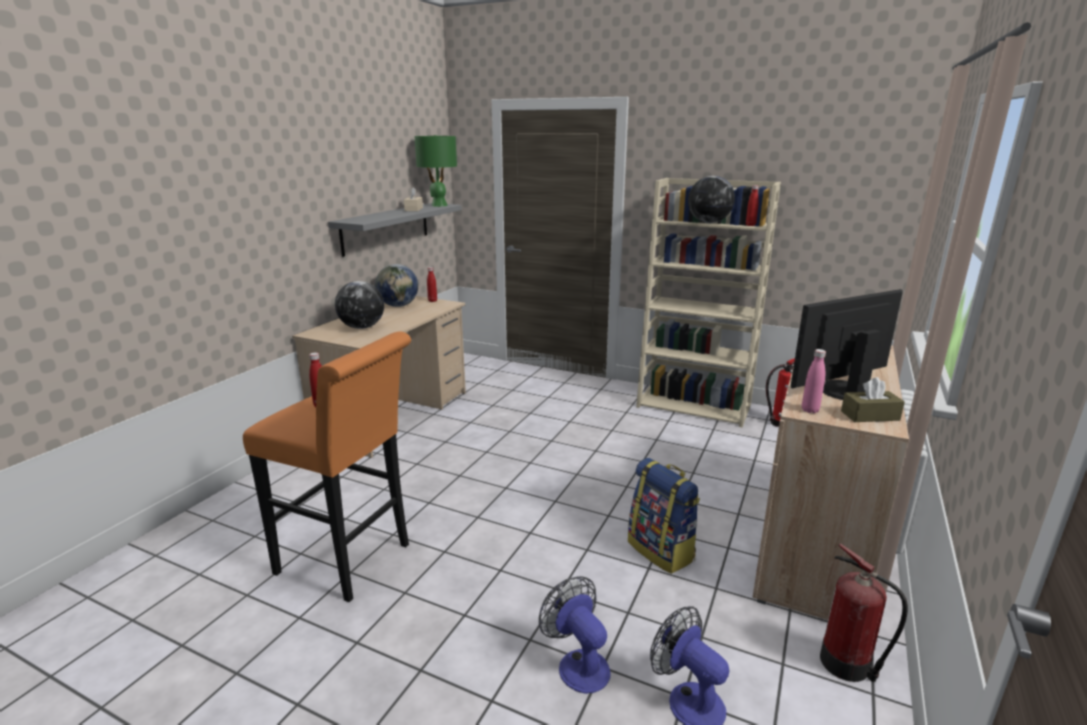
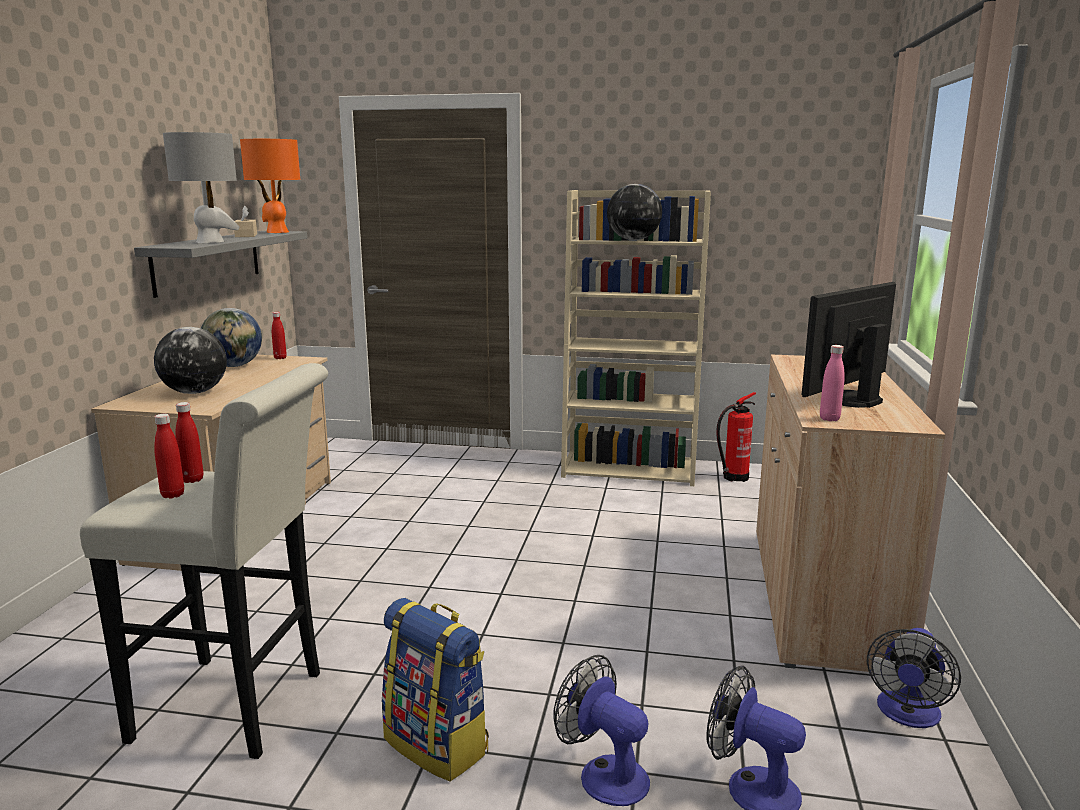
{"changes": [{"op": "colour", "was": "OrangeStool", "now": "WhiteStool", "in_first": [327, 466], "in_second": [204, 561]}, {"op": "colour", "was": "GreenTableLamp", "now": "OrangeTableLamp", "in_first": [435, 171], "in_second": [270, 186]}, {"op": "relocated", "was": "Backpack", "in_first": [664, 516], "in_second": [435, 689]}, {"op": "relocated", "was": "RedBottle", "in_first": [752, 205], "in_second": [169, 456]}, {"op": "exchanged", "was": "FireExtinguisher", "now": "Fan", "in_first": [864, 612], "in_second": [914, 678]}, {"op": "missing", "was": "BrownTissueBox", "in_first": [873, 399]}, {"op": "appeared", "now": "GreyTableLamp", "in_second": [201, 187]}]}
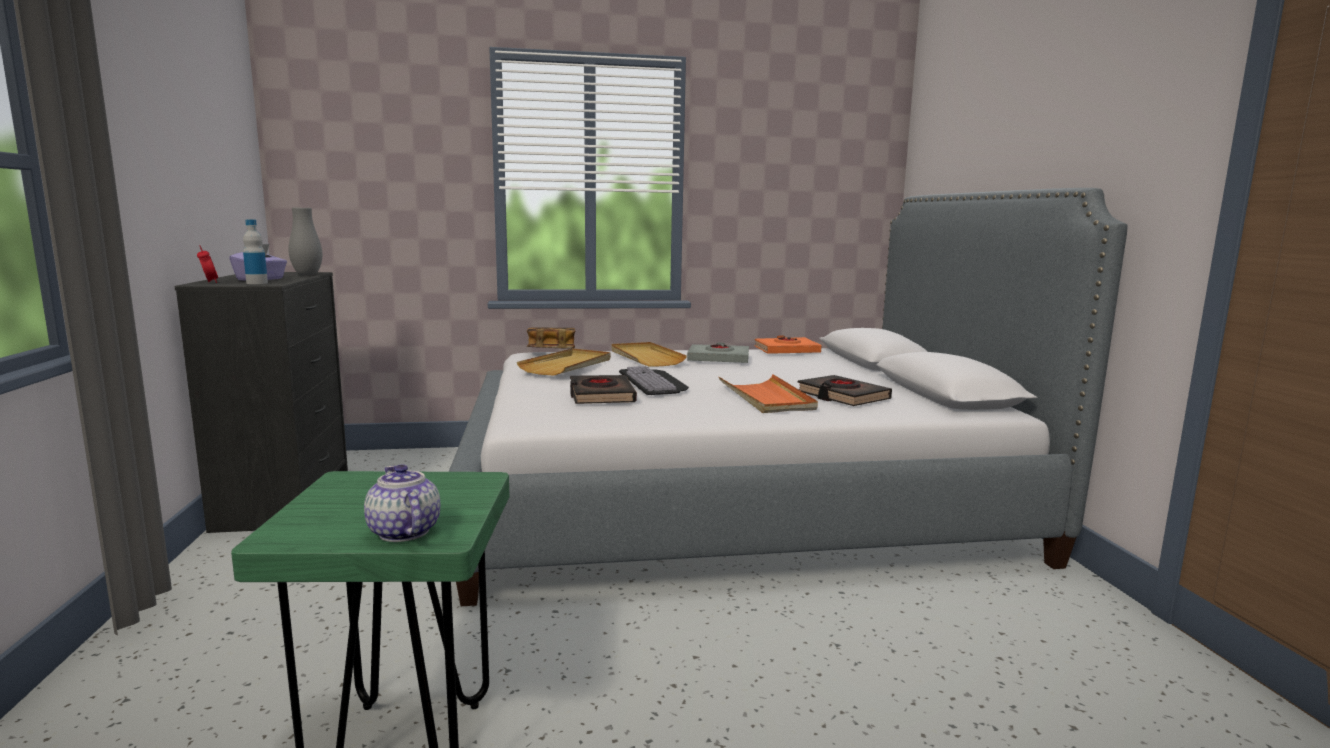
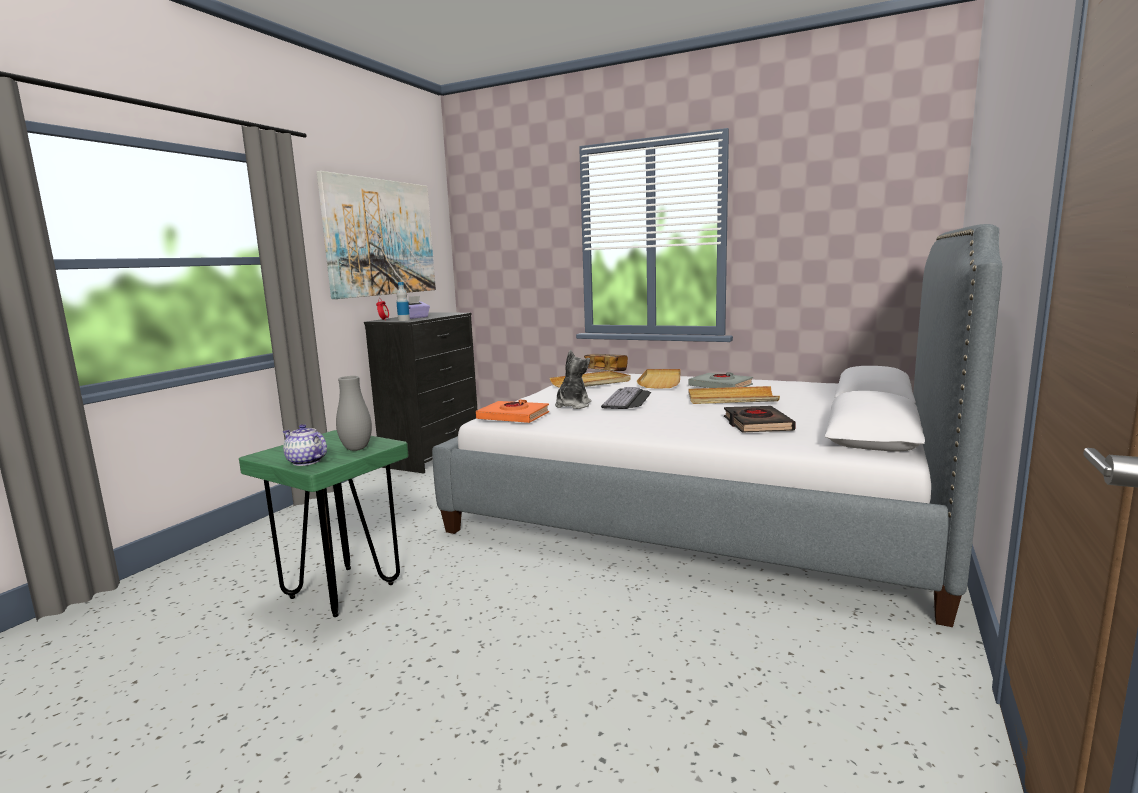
{"changes": [{"op": "relocated", "was": "GreyVase", "in_first": [305, 241], "in_second": [354, 413]}, {"op": "spun", "was": "Teapot", "in_first": [402, 503], "in_second": [305, 445], "clockwise": -60}, {"op": "exchanged", "was": "BlackBook", "now": "PlushToy", "in_first": [603, 389], "in_second": [573, 379]}, {"op": "missing", "was": "OrangeTray", "in_first": [768, 393]}, {"op": "relocated", "was": "OrangeBook", "in_first": [788, 345], "in_second": [512, 411]}, {"op": "appeared", "now": "Picture", "in_second": [376, 235]}, {"op": "appeared", "now": "BeigeTray", "in_second": [734, 395]}]}
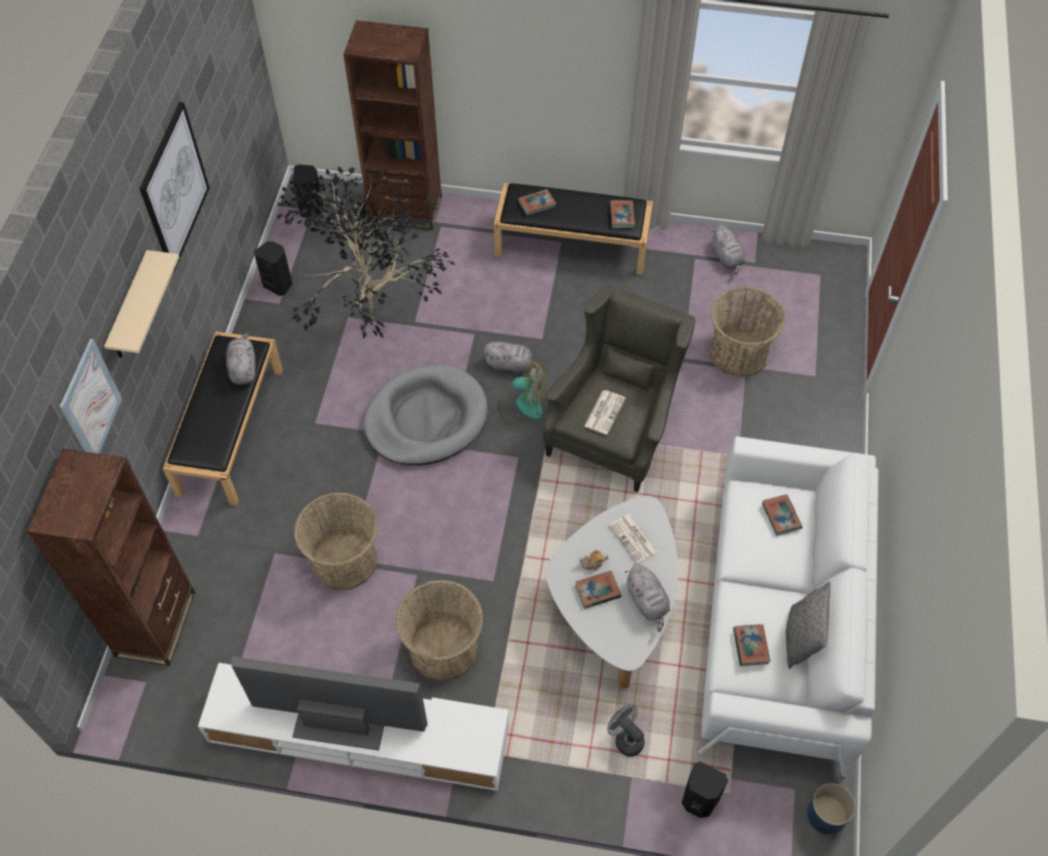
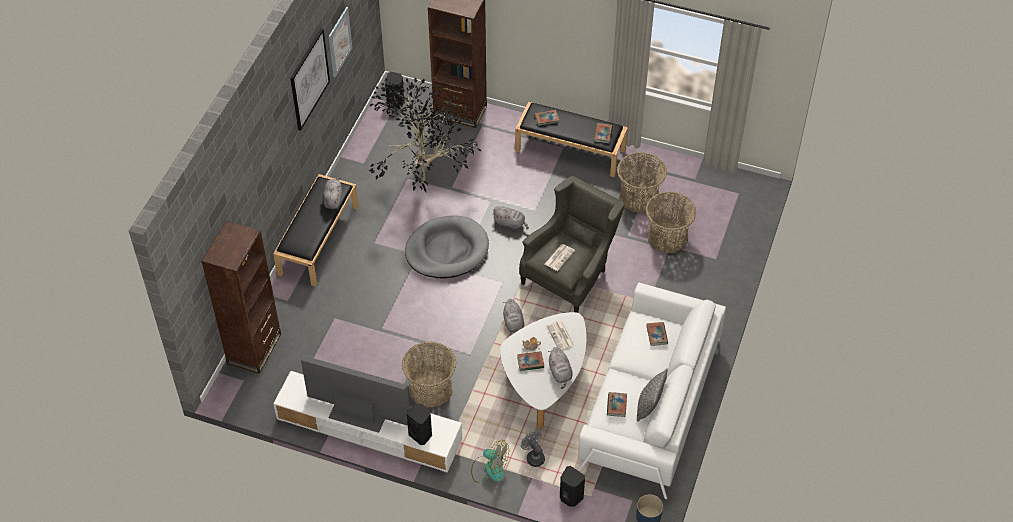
{"changes": [{"op": "relocated", "was": "Picture", "in_first": [91, 396], "in_second": [340, 42]}, {"op": "missing", "was": "BeigeShelf", "in_first": [141, 304]}, {"op": "relocated", "was": "BlackSpeaker", "in_first": [273, 268], "in_second": [419, 424]}, {"op": "relocated", "was": "Basket", "in_first": [336, 541], "in_second": [642, 182]}, {"op": "relocated", "was": "Fan", "in_first": [522, 393], "in_second": [490, 461]}, {"op": "relocated", "was": "GreyPlushToy", "in_first": [728, 250], "in_second": [513, 316]}]}
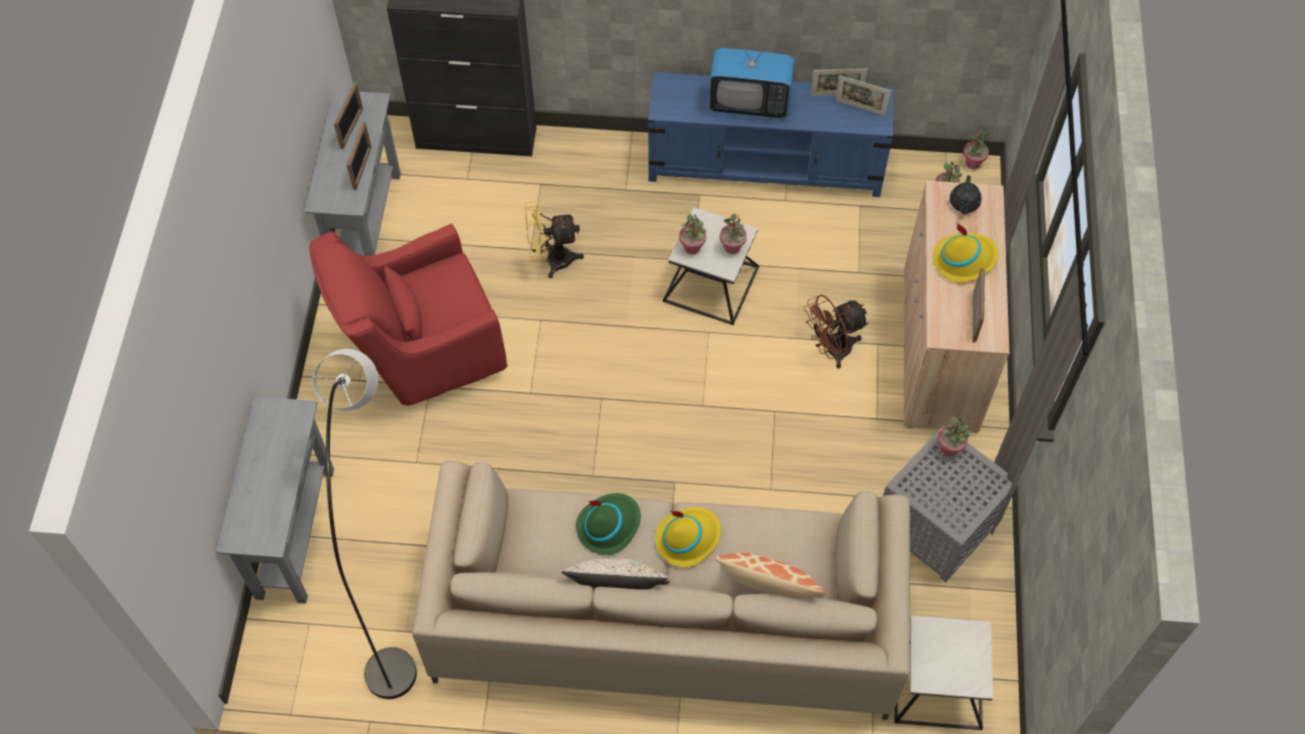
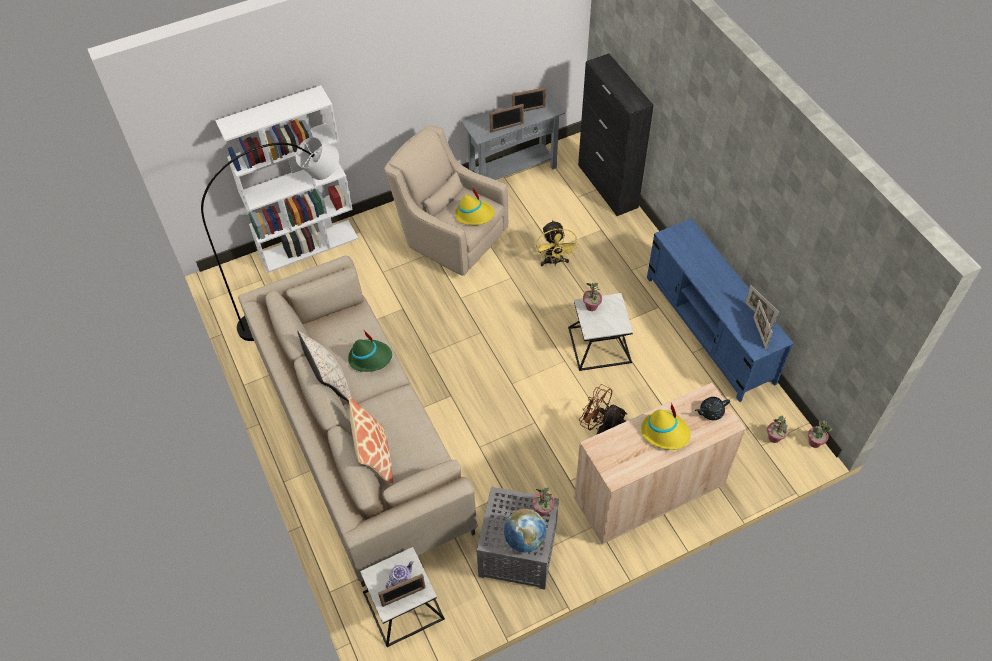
{"changes": [{"op": "exchanged", "was": "GreyConsoleTable", "now": "WhiteBookcase", "in_first": [275, 500], "in_second": [286, 179]}, {"op": "colour", "was": "RedArmchair", "now": "BeigeArmchair", "in_first": [408, 315], "in_second": [446, 200]}, {"op": "spun", "was": "YellowFan", "in_first": [554, 239], "in_second": [557, 243], "clockwise": -150}, {"op": "relocated", "was": "YellowHat", "in_first": [688, 537], "in_second": [474, 205]}, {"op": "missing", "was": "Television", "in_first": [751, 76]}, {"op": "missing", "was": "PottedPlant", "in_first": [733, 233]}, {"op": "relocated", "was": "PictureFrame", "in_first": [979, 305], "in_second": [402, 590]}, {"op": "appeared", "now": "Teapot", "in_second": [399, 575]}, {"op": "appeared", "now": "Globe", "in_second": [525, 531]}]}
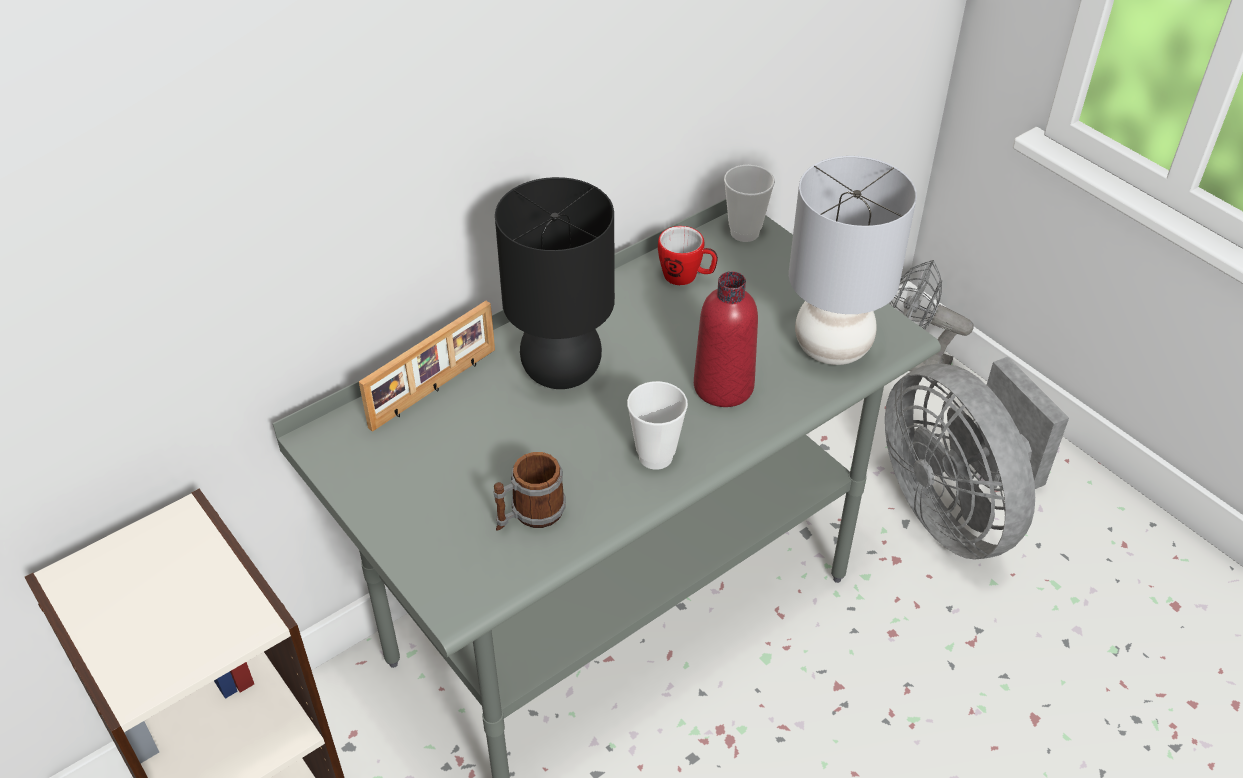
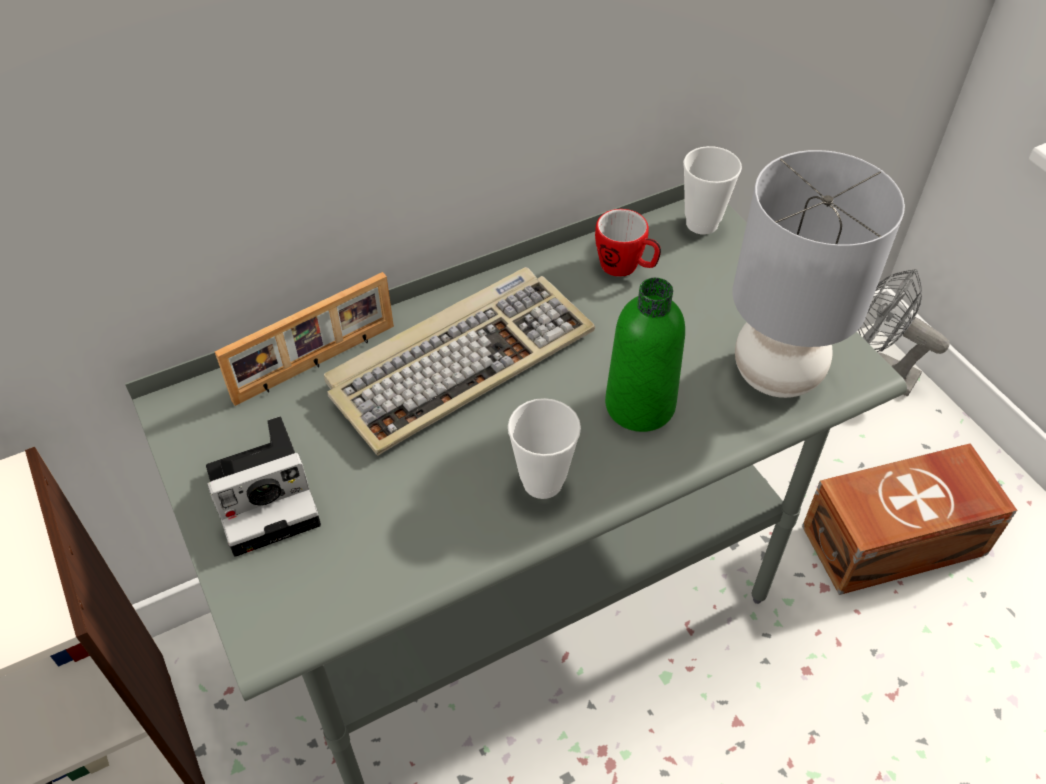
{"changes": [{"op": "missing", "was": "Mug", "in_first": [529, 491]}, {"op": "exchanged", "was": "BlackTableLamp", "now": "Keyboard", "in_first": [555, 283], "in_second": [459, 361]}, {"op": "colour", "was": "RedBottle", "now": "GreenBottle", "in_first": [726, 339], "in_second": [645, 355]}, {"op": "exchanged", "was": "GreyFan", "now": "BrownStorageBox", "in_first": [977, 458], "in_second": [909, 519]}, {"op": "appeared", "now": "PhotoCamera", "in_second": [263, 486]}]}
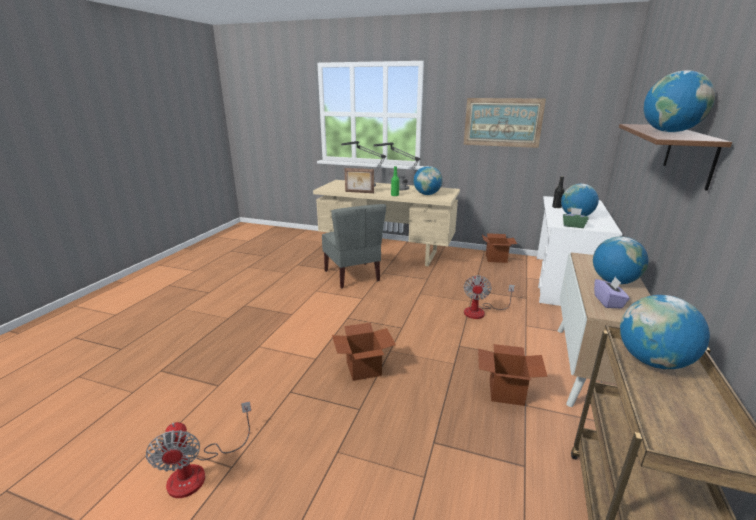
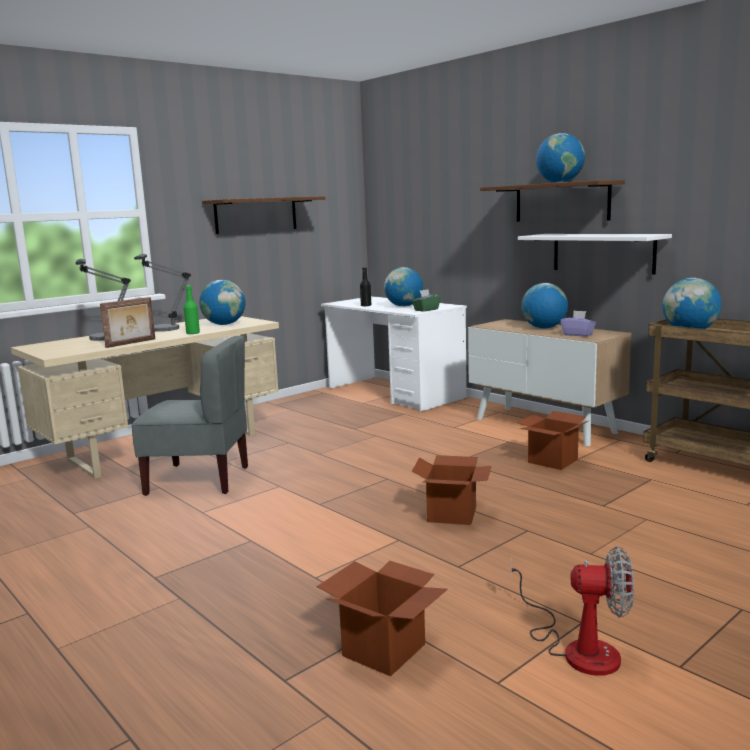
{"changes": [{"op": "exchanged", "was": "Picture", "now": "BrownShelf", "in_first": [505, 123], "in_second": [264, 215]}, {"op": "missing", "was": "Fan", "in_first": [489, 297]}, {"op": "relocated", "was": "CardboardBox", "in_first": [499, 248], "in_second": [382, 619]}, {"op": "appeared", "now": "WhiteShelf", "in_second": [595, 254]}]}
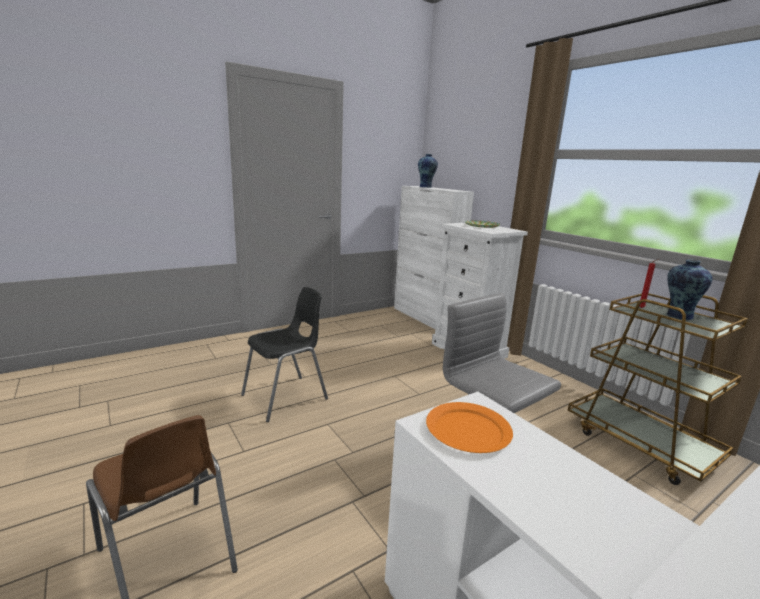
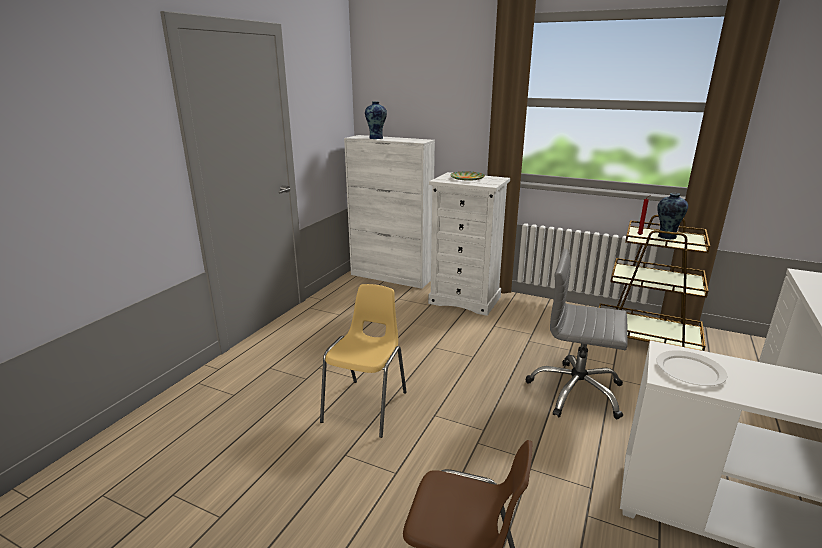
{"changes": [{"op": "colour", "was": "BlackChair", "now": "YellowChair", "in_first": [284, 354], "in_second": [363, 361]}, {"op": "colour", "was": "OrangePlate", "now": "WhitePlate", "in_first": [469, 427], "in_second": [691, 368]}]}
